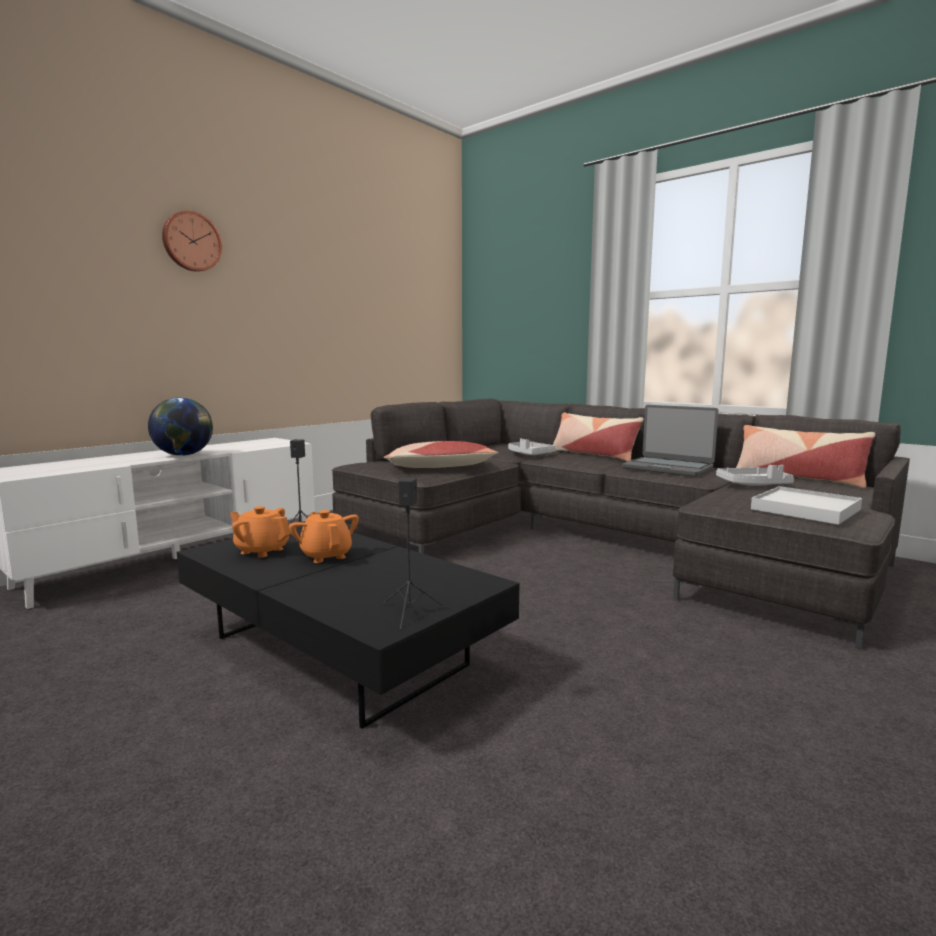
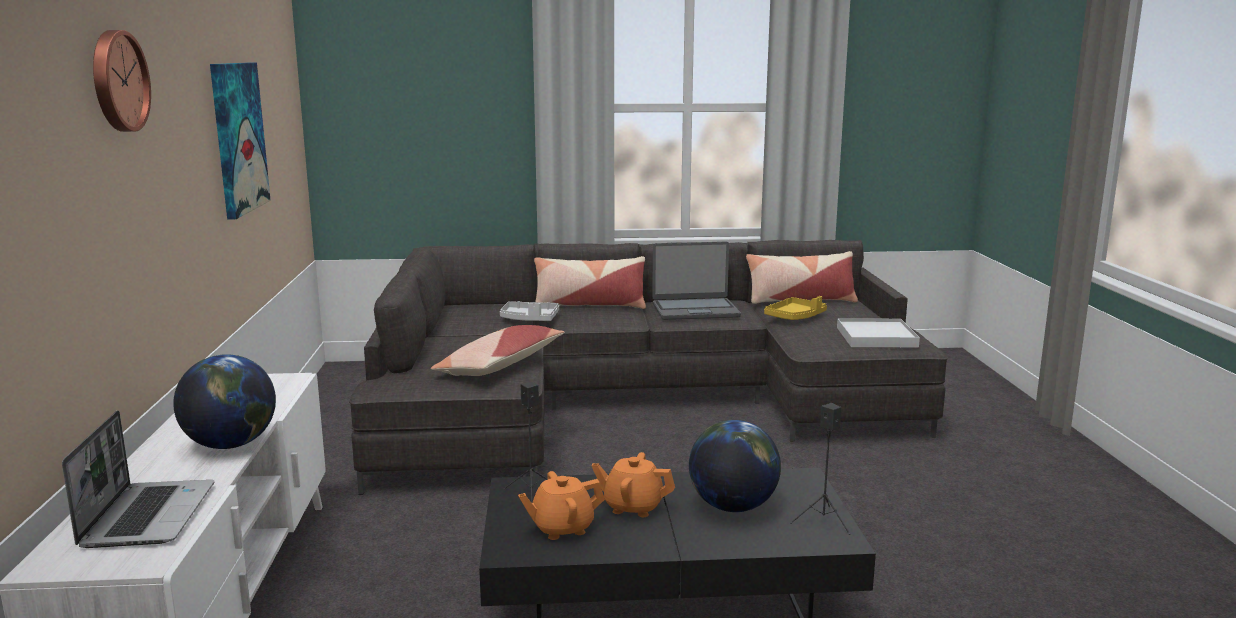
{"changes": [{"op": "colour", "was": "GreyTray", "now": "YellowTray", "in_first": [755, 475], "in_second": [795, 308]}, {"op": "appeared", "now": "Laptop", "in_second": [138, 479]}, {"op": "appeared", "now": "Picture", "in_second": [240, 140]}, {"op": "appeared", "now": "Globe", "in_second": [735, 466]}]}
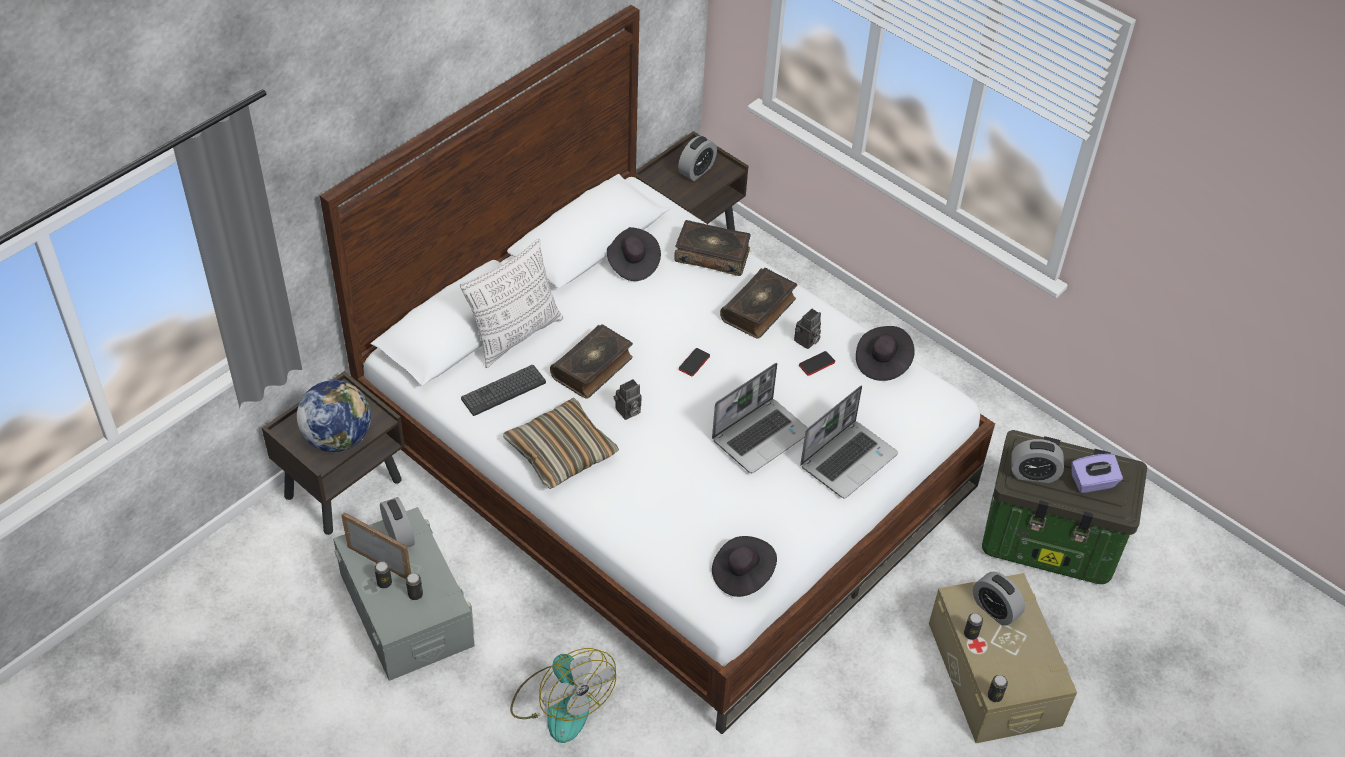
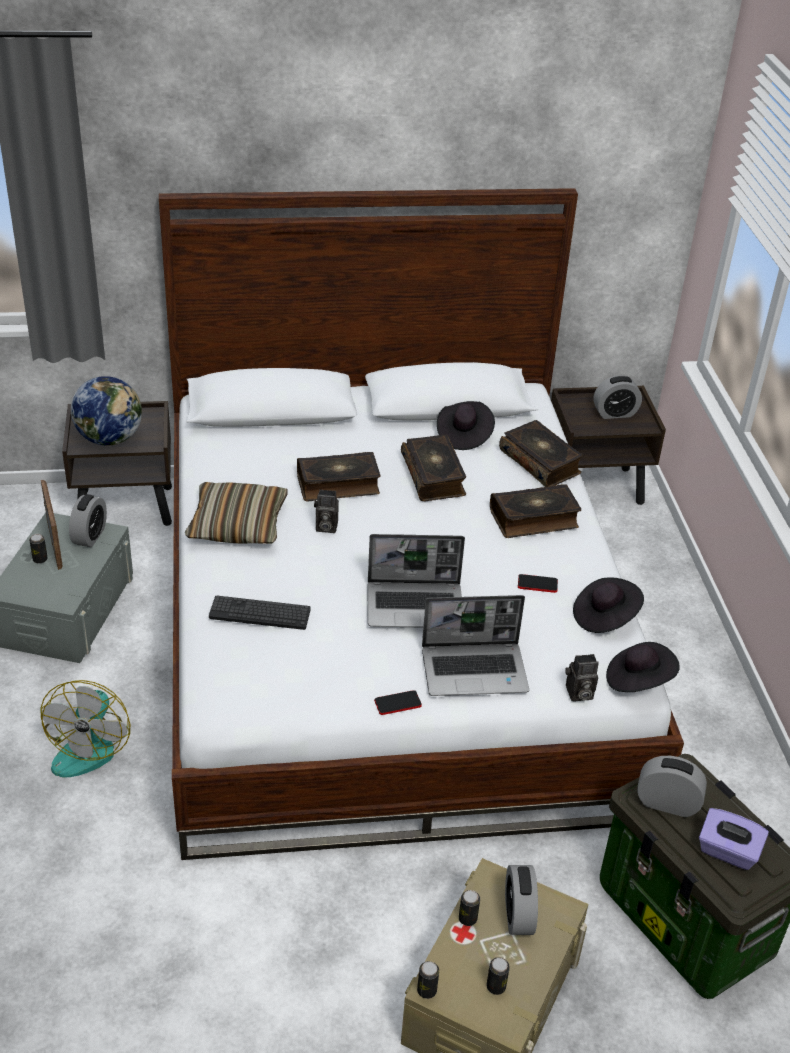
{"changes": [{"op": "relocated", "was": "Can", "in_first": [414, 586], "in_second": [498, 976]}, {"op": "missing", "was": "Pillow", "in_first": [511, 303]}, {"op": "relocated", "was": "Keyboard", "in_first": [503, 390], "in_second": [260, 613]}, {"op": "relocated", "was": "Phone", "in_first": [694, 362], "in_second": [398, 702]}, {"op": "relocated", "was": "BlackHat", "in_first": [744, 566], "in_second": [643, 667]}, {"op": "relocated", "was": "PhotoCamera", "in_first": [807, 329], "in_second": [582, 678]}, {"op": "spun", "was": "AlarmClock", "in_first": [1037, 461], "in_second": [672, 786], "clockwise": 150}, {"op": "appeared", "now": "Book", "in_second": [433, 468]}]}
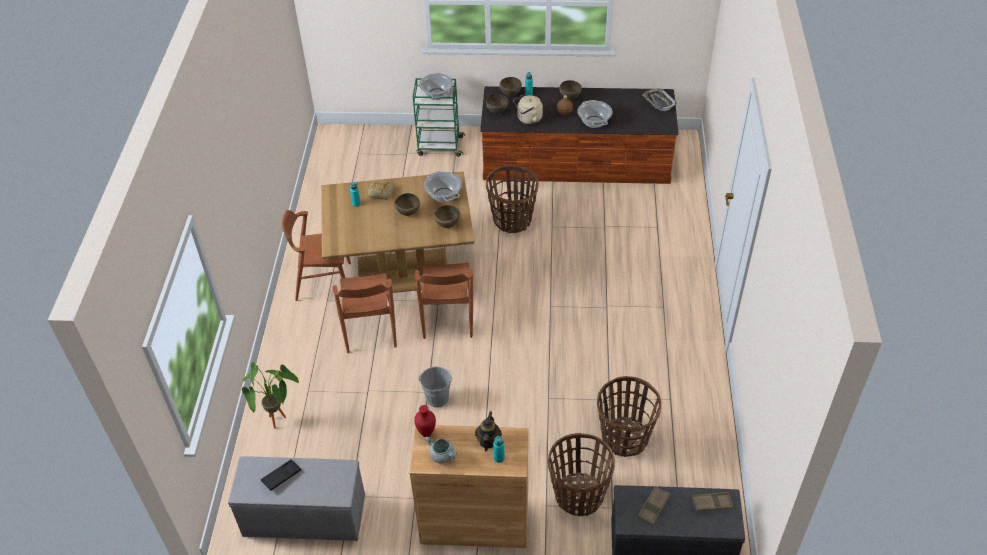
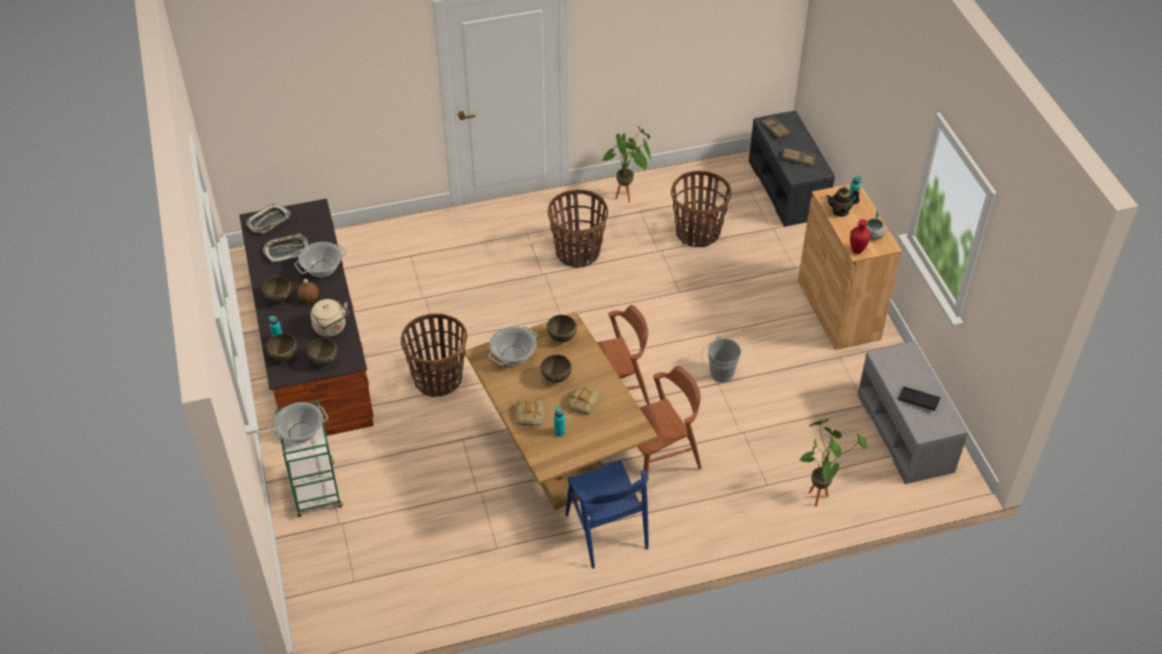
{"changes": [{"op": "colour", "was": "BrownChair", "now": "BlueChair", "in_first": [316, 255], "in_second": [607, 514]}, {"op": "relocated", "was": "Basket", "in_first": [581, 474], "in_second": [578, 229]}, {"op": "appeared", "now": "Tray", "in_second": [286, 248]}, {"op": "appeared", "now": "Bread", "in_second": [583, 400]}, {"op": "appeared", "now": "PottedPlant", "in_second": [627, 164]}]}
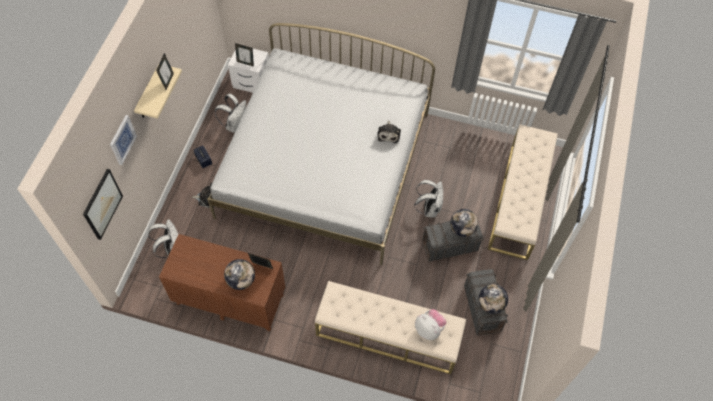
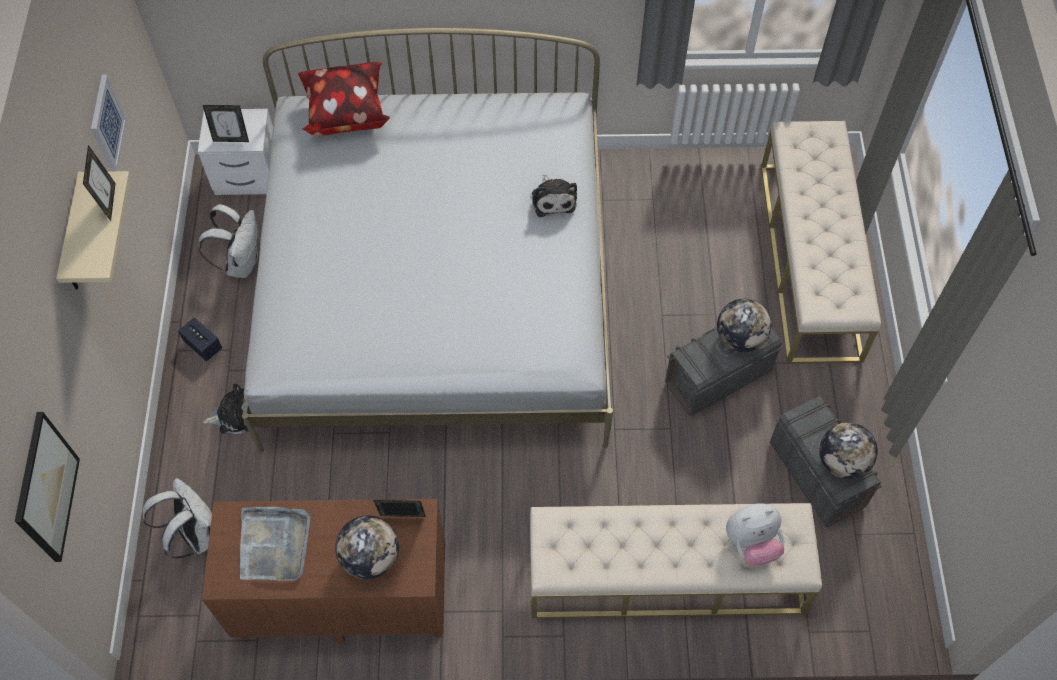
{"changes": [{"op": "relocated", "was": "Picture", "in_first": [123, 140], "in_second": [109, 123]}, {"op": "missing", "was": "WhiteBackpack", "in_first": [429, 198]}, {"op": "spun", "was": "PlushToy", "in_first": [430, 324], "in_second": [755, 534], "clockwise": 135}, {"op": "appeared", "now": "GreyTray", "in_second": [275, 544]}, {"op": "appeared", "now": "Pillow", "in_second": [344, 99]}]}
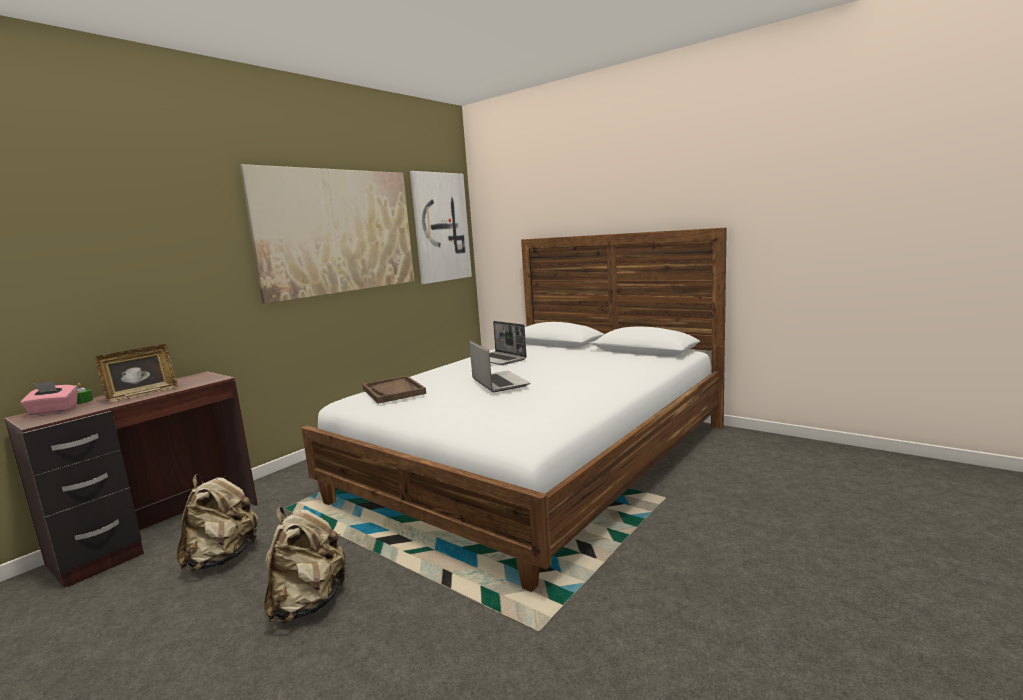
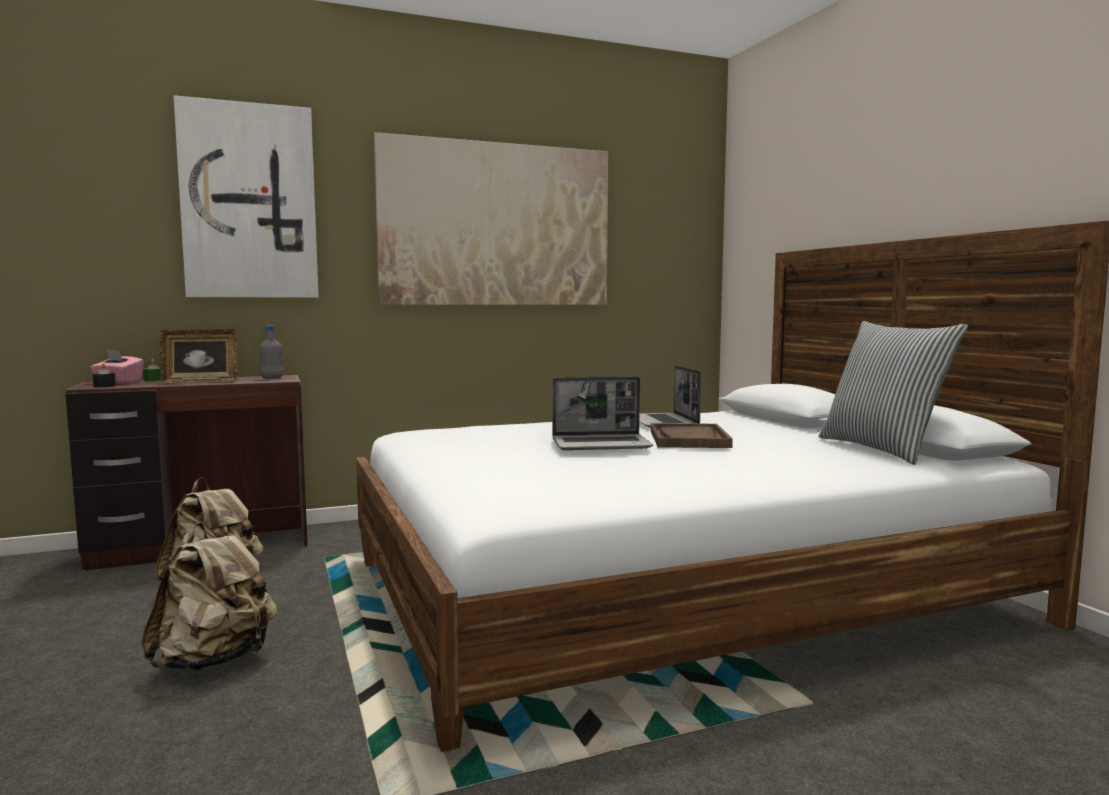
{"changes": [{"op": "relocated", "was": "BrownTray", "in_first": [394, 390], "in_second": [692, 435]}, {"op": "relocated", "was": "Picture", "in_first": [441, 227], "in_second": [246, 196]}, {"op": "spun", "was": "Laptop", "in_first": [499, 366], "in_second": [603, 413], "clockwise": 75}, {"op": "appeared", "now": "BlackCandle", "in_second": [104, 375]}, {"op": "appeared", "now": "GreyBottle", "in_second": [271, 352]}, {"op": "appeared", "now": "Pillow", "in_second": [893, 393]}]}
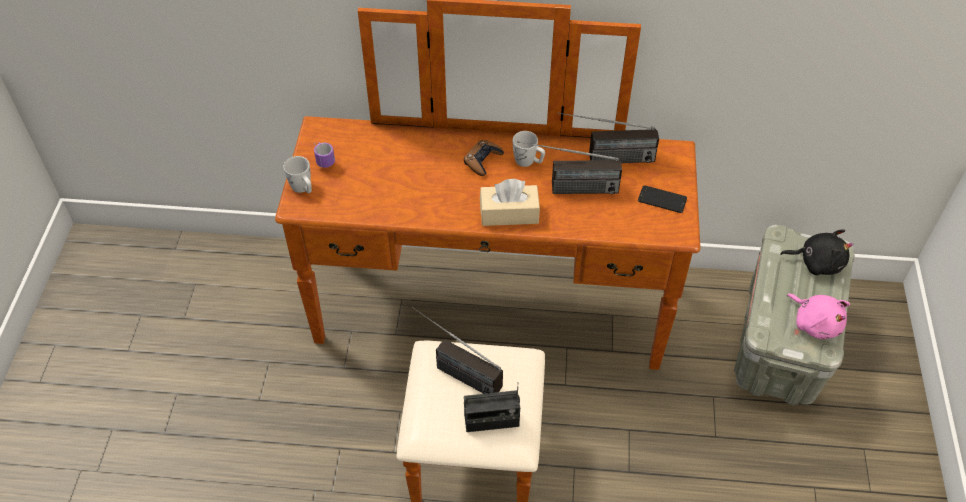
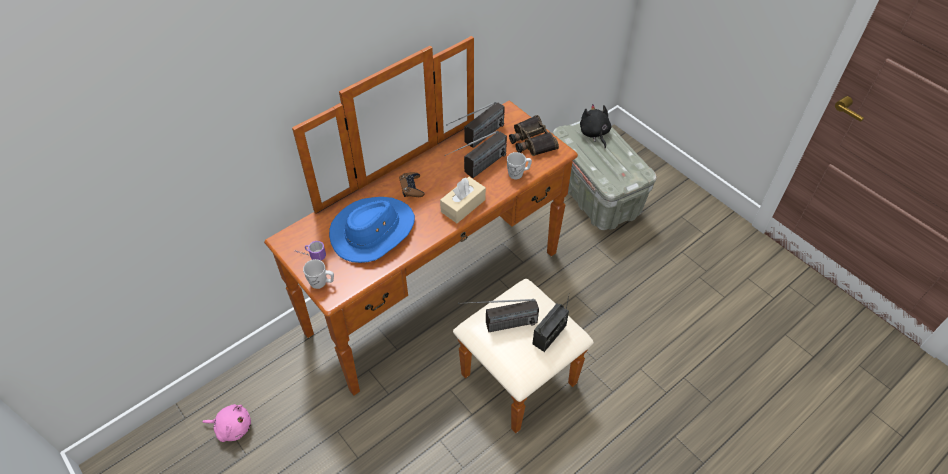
{"changes": [{"op": "relocated", "was": "WhiteMug", "in_first": [529, 149], "in_second": [519, 165]}, {"op": "exchanged", "was": "Phone", "now": "Binoculars", "in_first": [662, 199], "in_second": [534, 135]}, {"op": "spun", "was": "BlackPlushToy", "in_first": [816, 252], "in_second": [595, 126], "clockwise": -75}, {"op": "relocated", "was": "PinkPlushToy", "in_first": [818, 316], "in_second": [227, 423]}, {"op": "appeared", "now": "BlueHat", "in_second": [372, 230]}]}
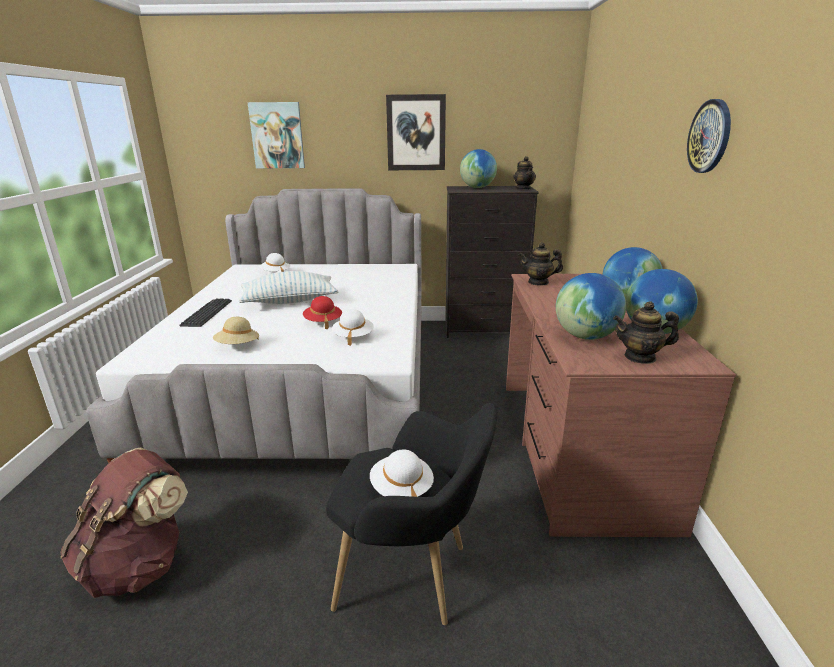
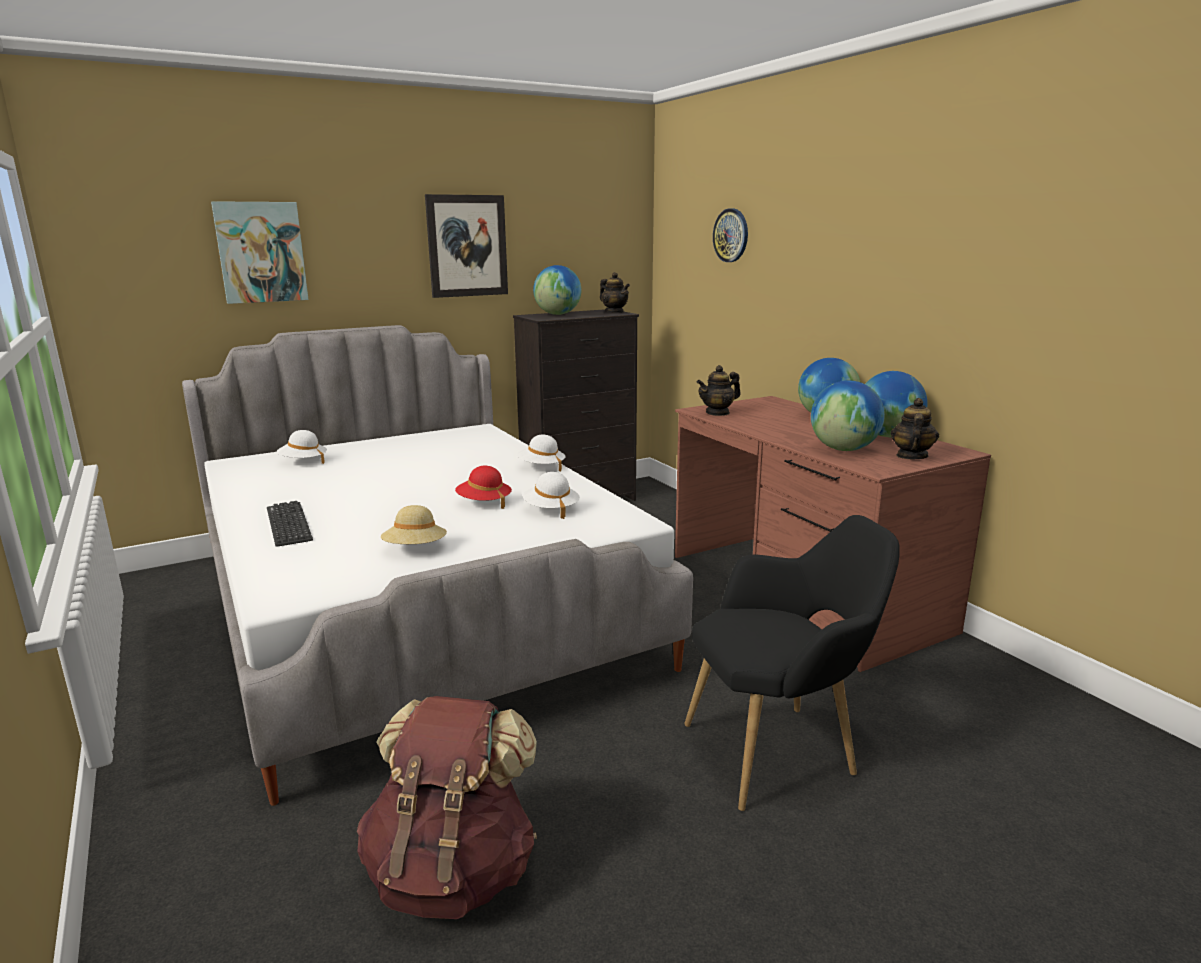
{"changes": [{"op": "missing", "was": "Pillow", "in_first": [288, 287]}, {"op": "relocated", "was": "WhiteHat", "in_first": [402, 473], "in_second": [541, 452]}, {"op": "spun", "was": "Teapot", "in_first": [646, 333], "in_second": [915, 428], "clockwise": 135}, {"op": "relocated", "was": "WallClock", "in_first": [709, 136], "in_second": [730, 235]}]}
